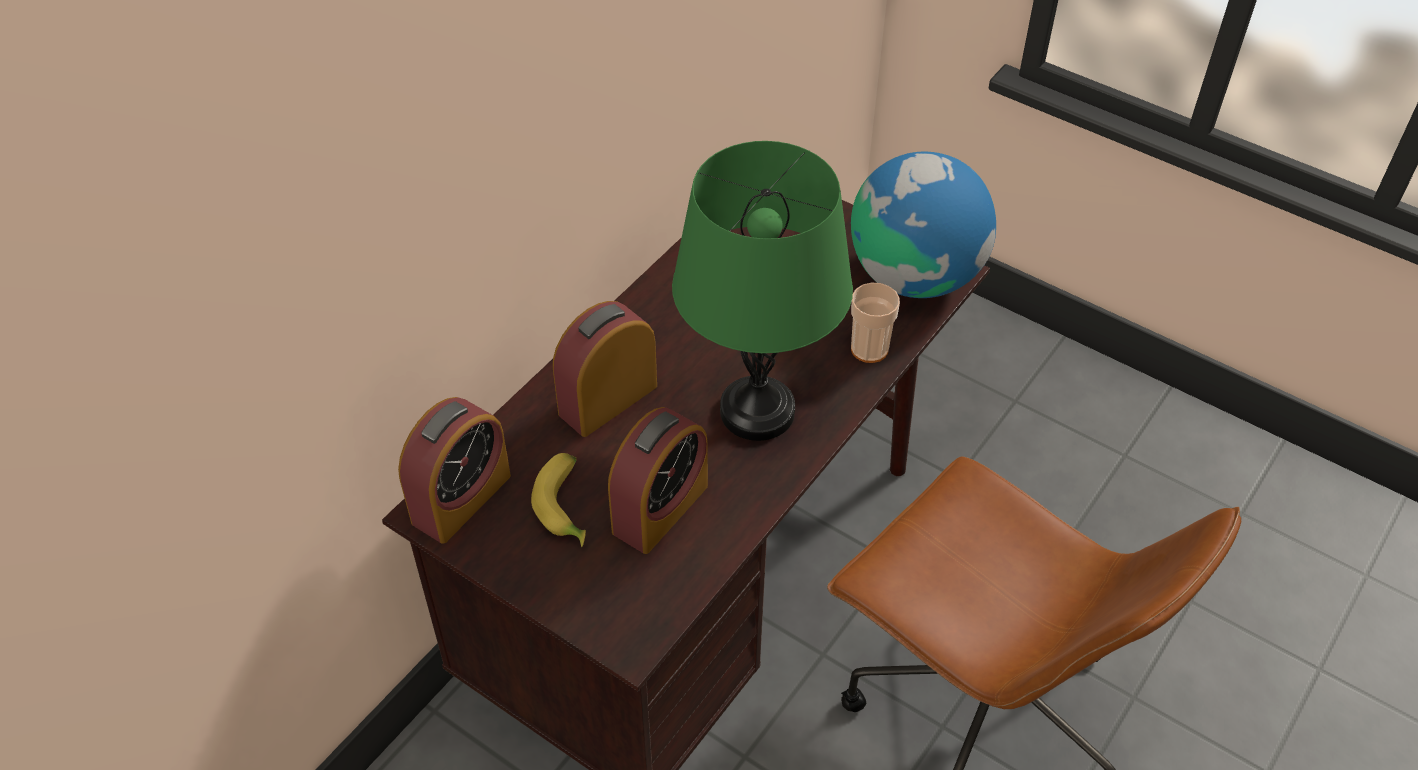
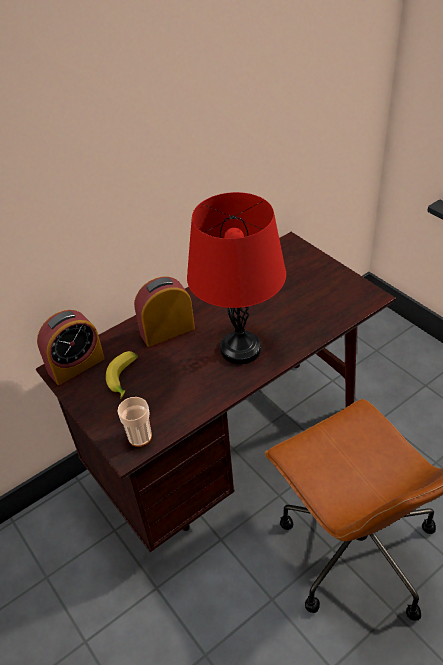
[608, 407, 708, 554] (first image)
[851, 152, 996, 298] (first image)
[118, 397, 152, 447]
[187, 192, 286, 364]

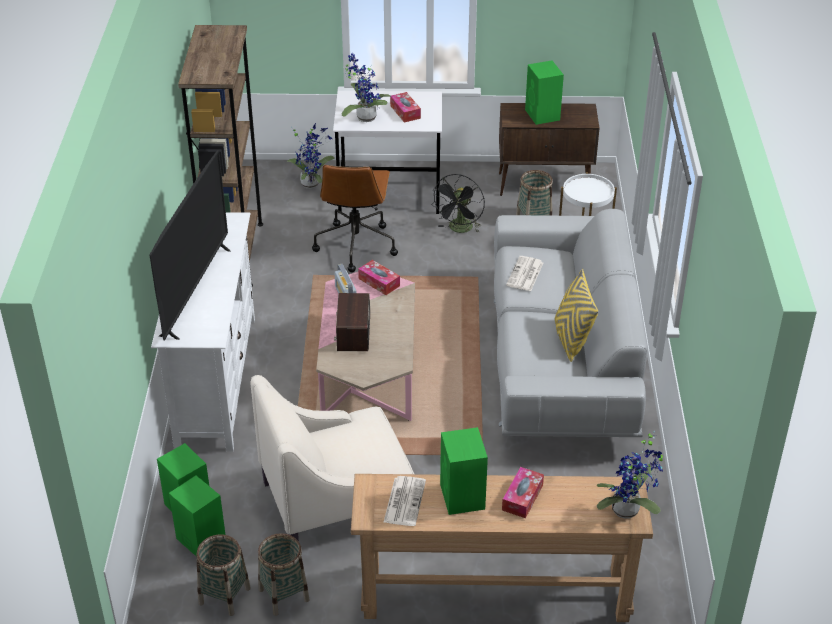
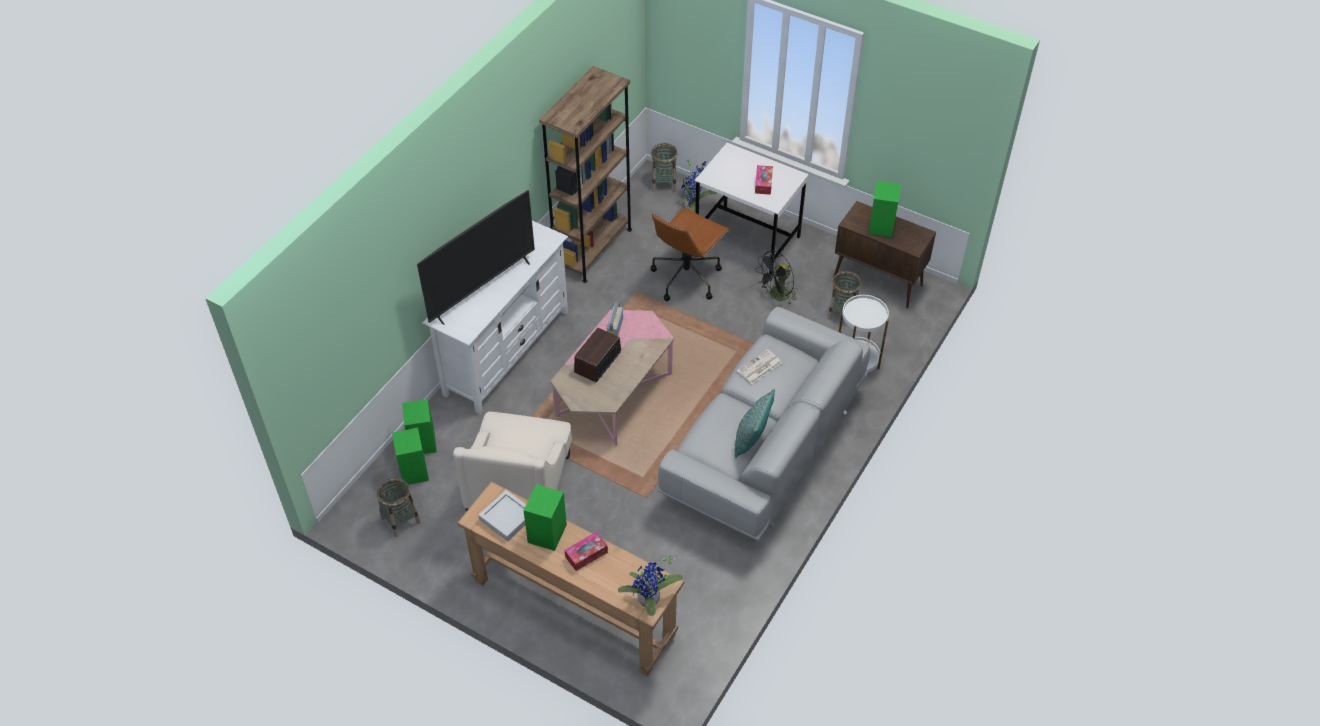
[342, 53, 391, 122] (first image)
[358, 260, 400, 295] (first image)
[651, 143, 678, 192]
[478, 490, 526, 541]
[734, 389, 775, 458]
[453, 412, 572, 512]

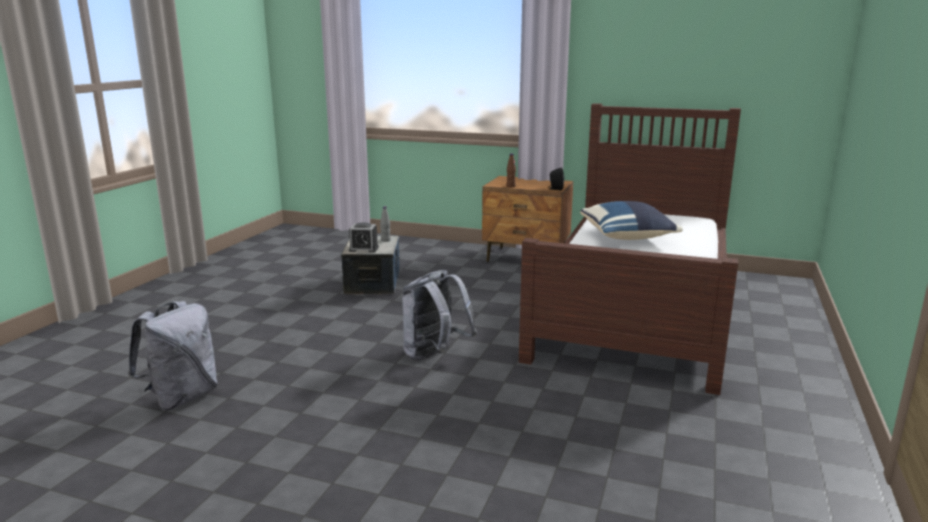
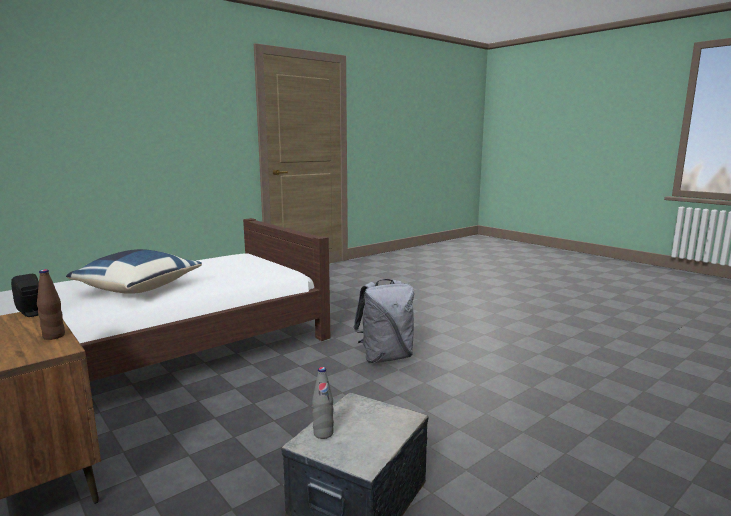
[128, 301, 218, 411] (first image)
[349, 222, 379, 253] (first image)

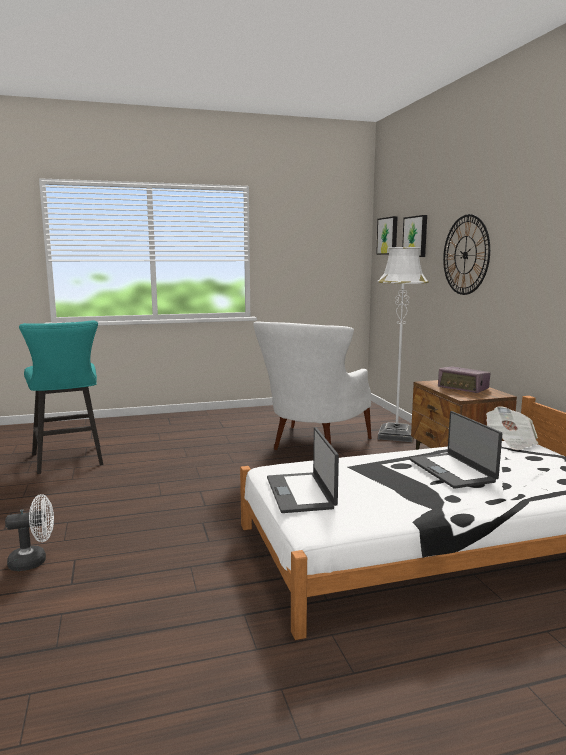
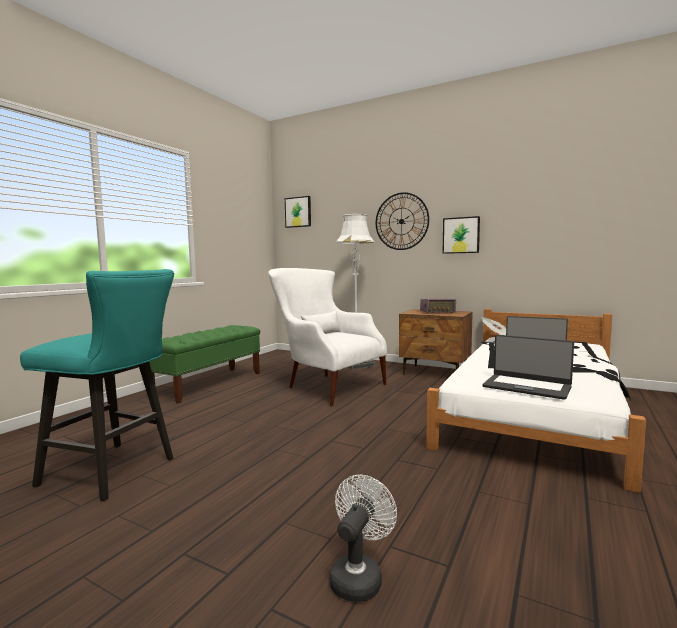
[149, 325, 260, 404]
[443, 216, 480, 254]
[268, 268, 387, 406]

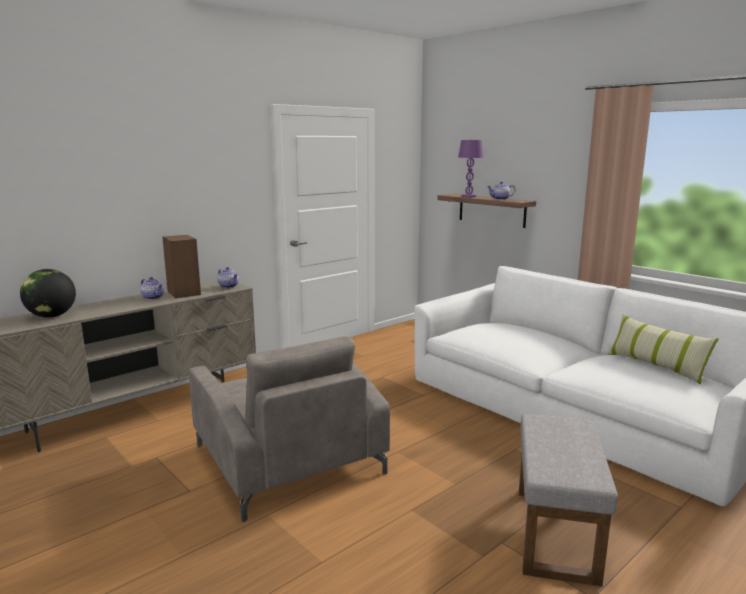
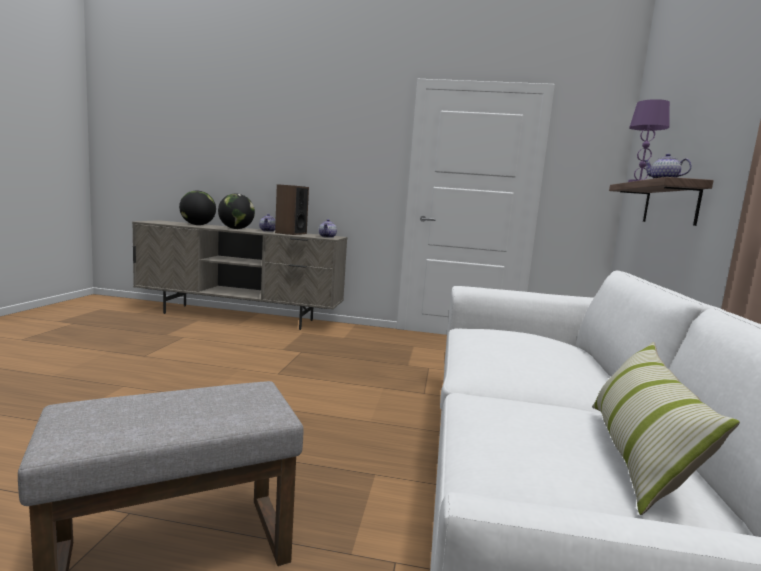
[189, 336, 390, 522] (first image)
[218, 194, 255, 229]

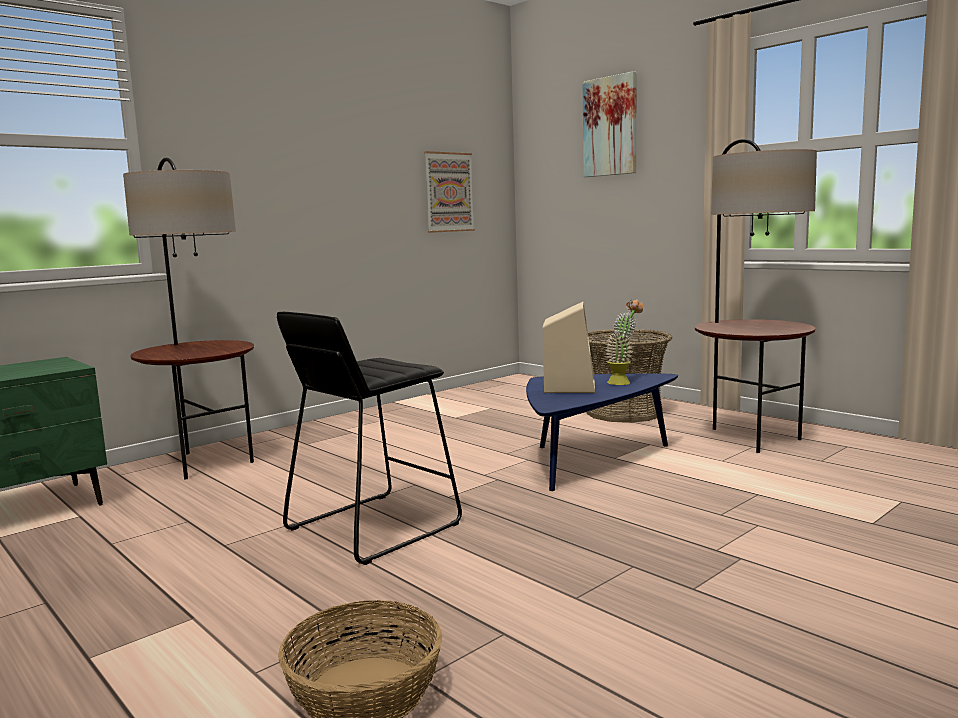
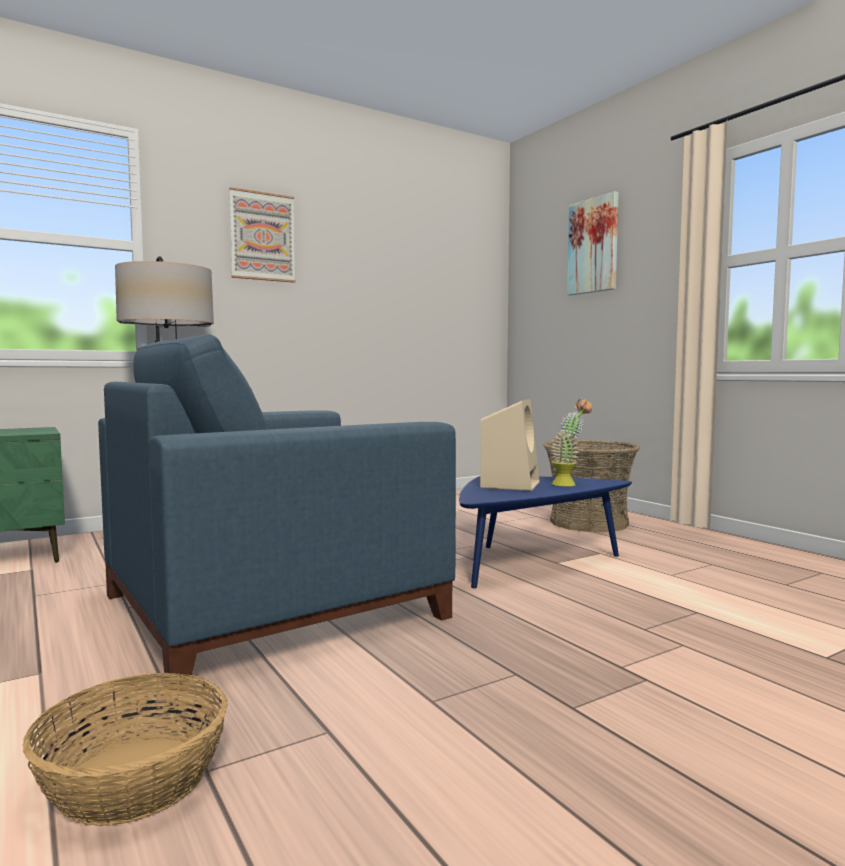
[695, 139, 817, 453] (first image)
[229, 187, 296, 283]
[98, 334, 456, 691]

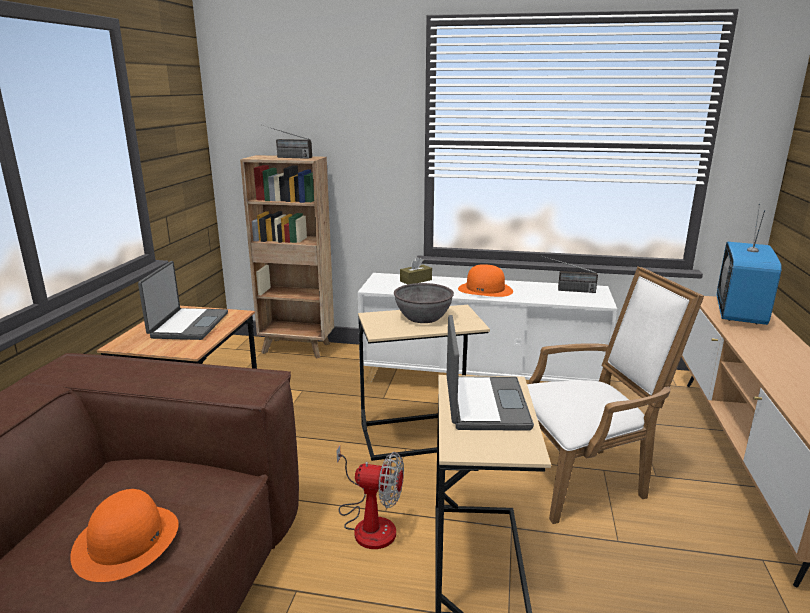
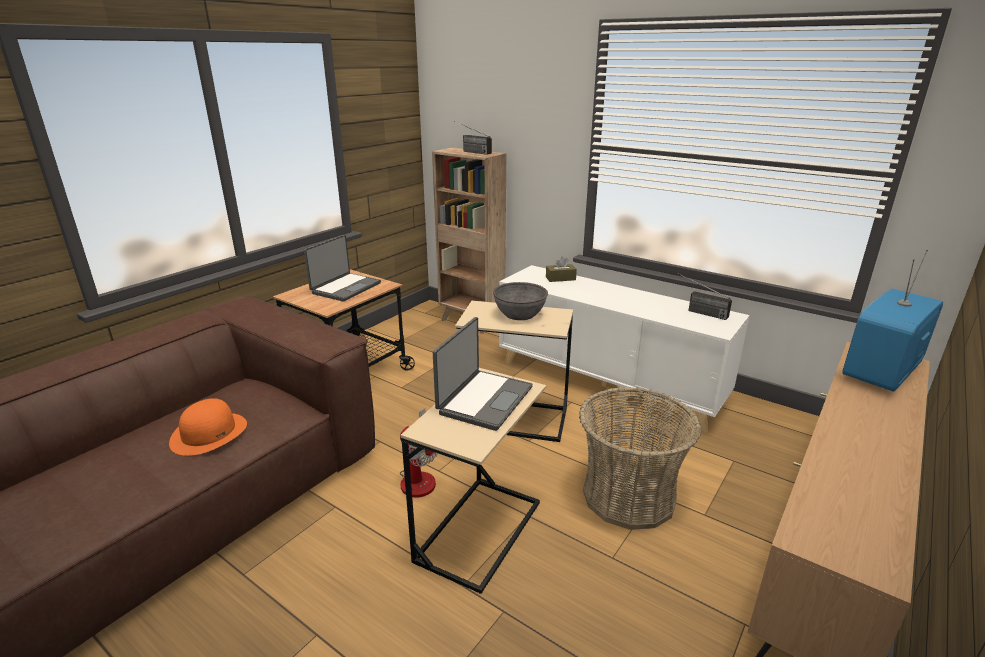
[458, 264, 513, 297] (first image)
[579, 387, 702, 530]

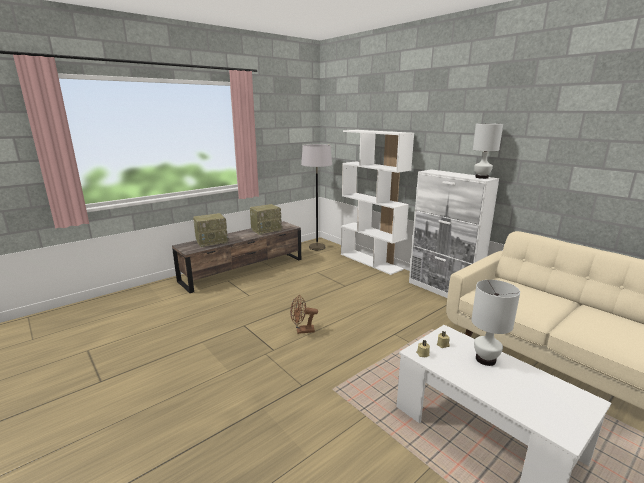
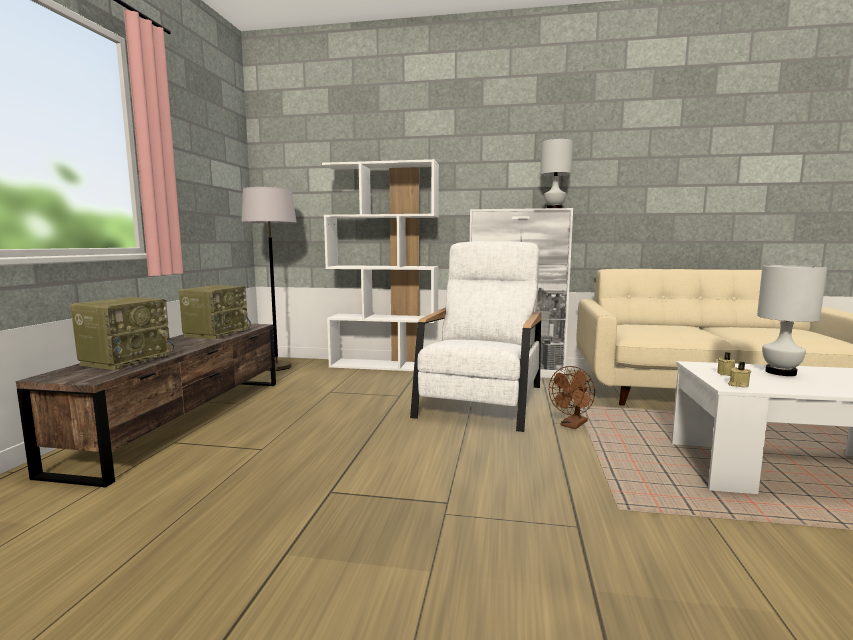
[410, 241, 541, 432]
[549, 366, 595, 429]

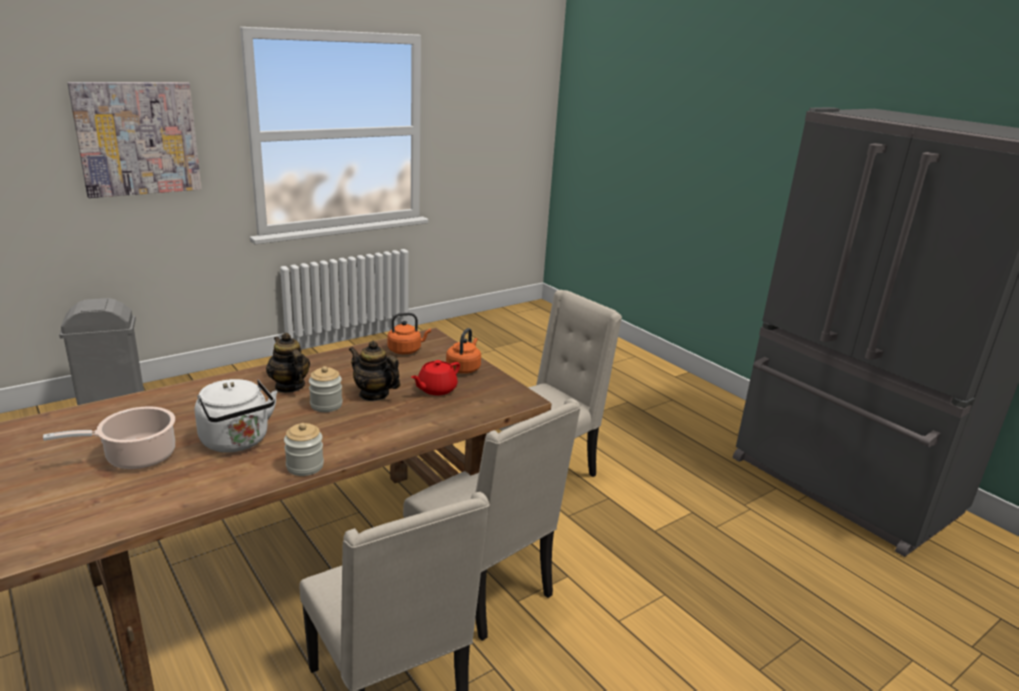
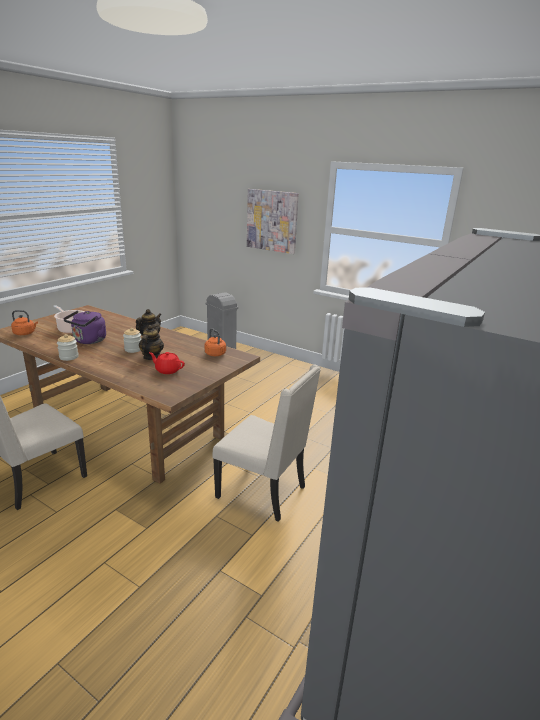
[403, 398, 581, 641] (first image)
[11, 310, 38, 335]
[63, 311, 106, 344]

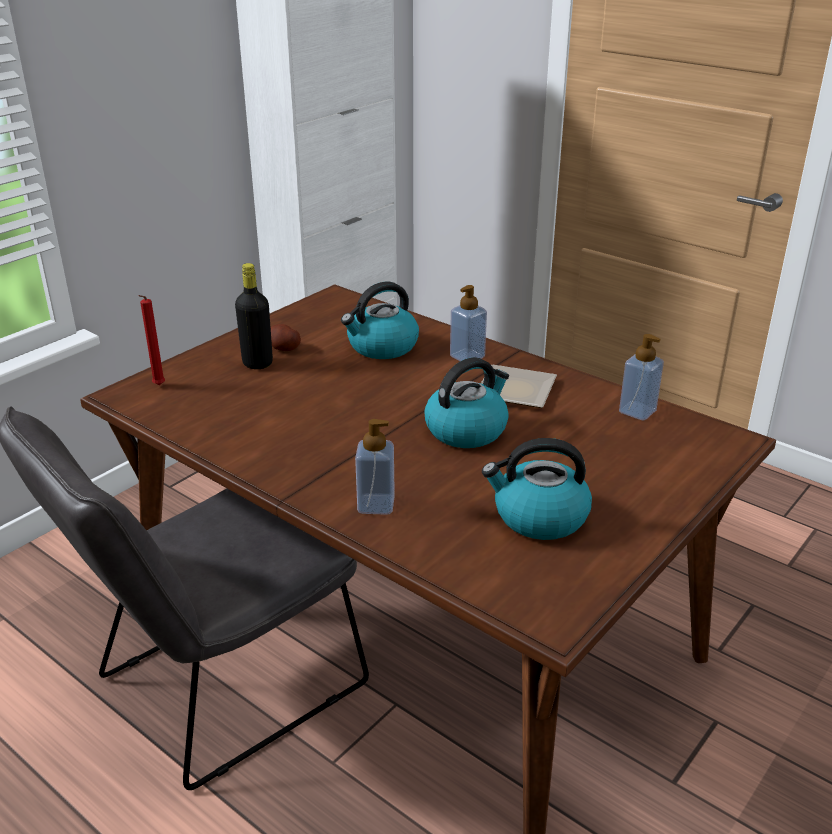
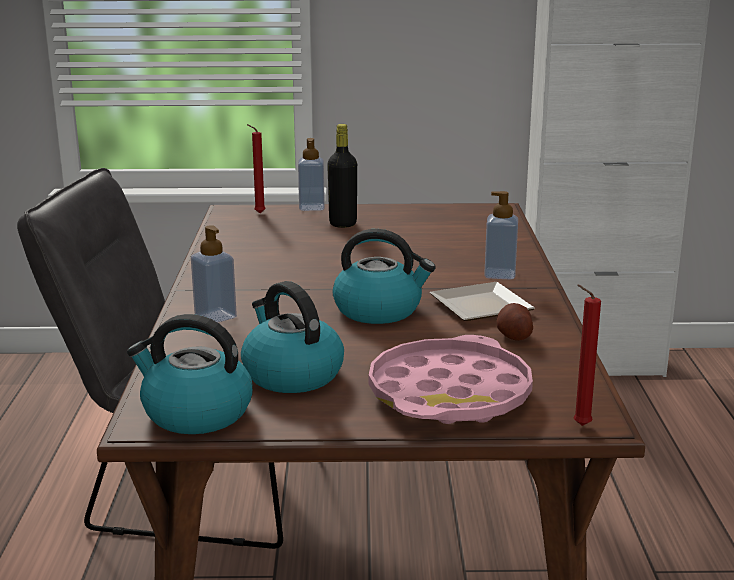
[369, 335, 533, 424]
[573, 285, 601, 426]
[496, 303, 533, 341]
[127, 314, 253, 434]
[298, 138, 325, 211]

